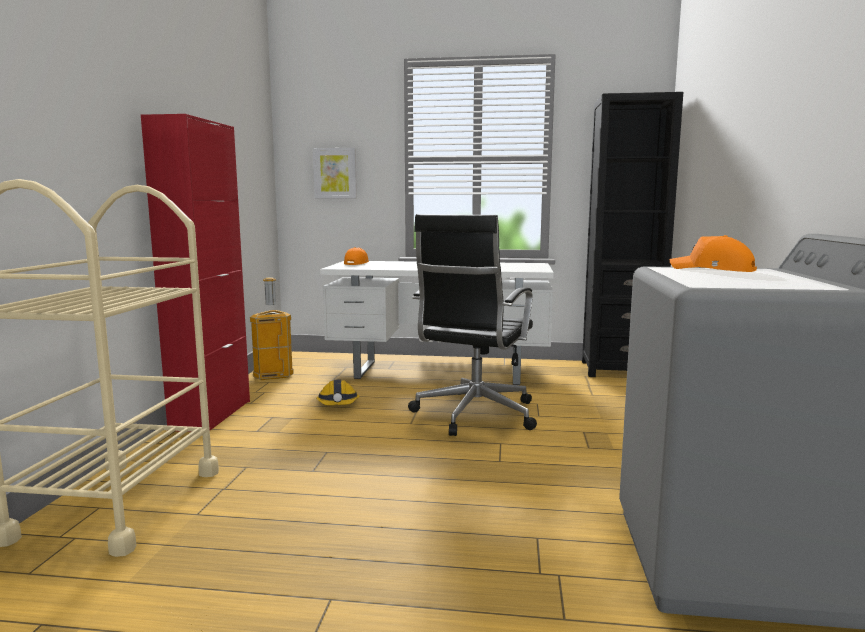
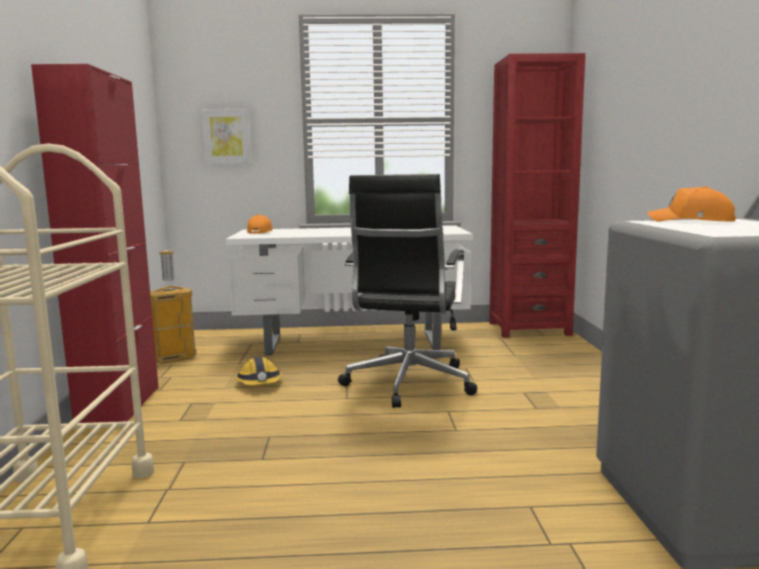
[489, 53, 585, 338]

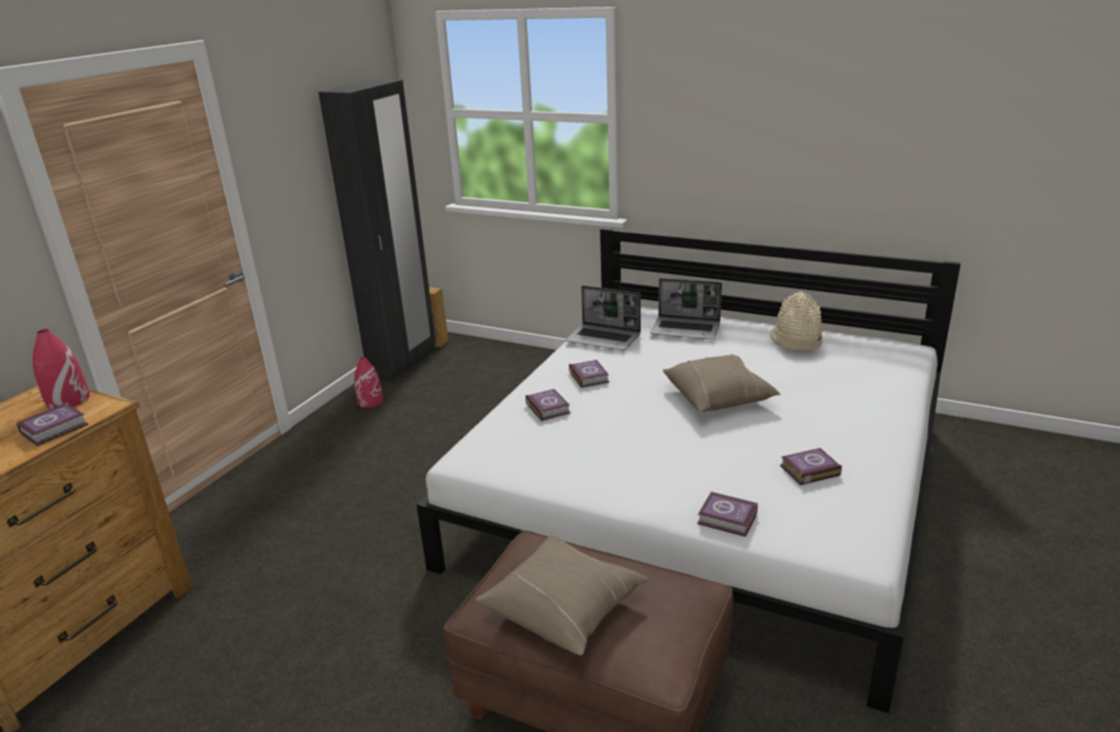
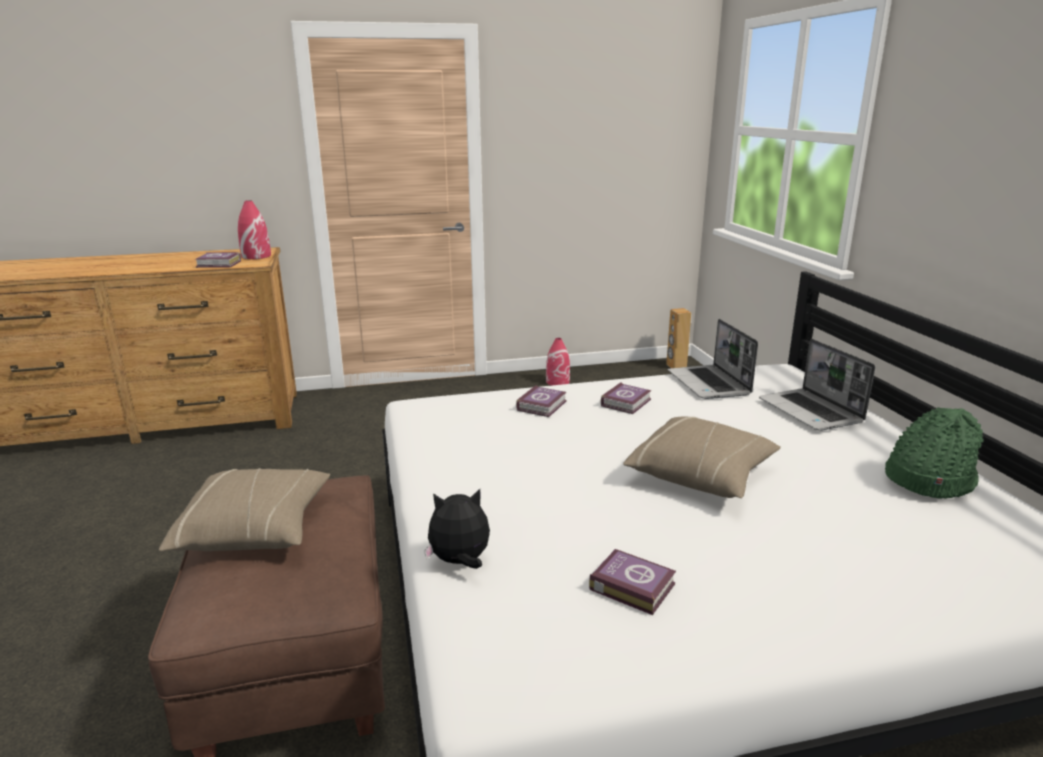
[318, 79, 436, 382] (first image)
[424, 489, 490, 569]
[885, 407, 984, 499]

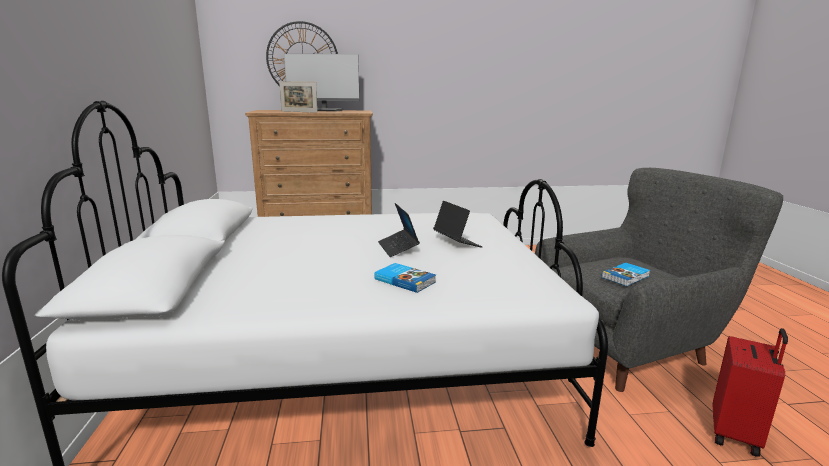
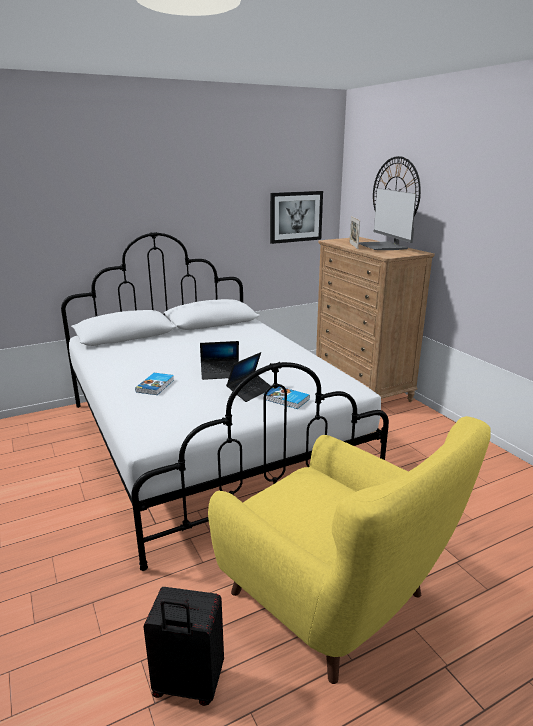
[270, 191, 323, 244]
[263, 386, 310, 409]
[208, 416, 491, 684]
[143, 587, 224, 706]
[200, 341, 239, 380]

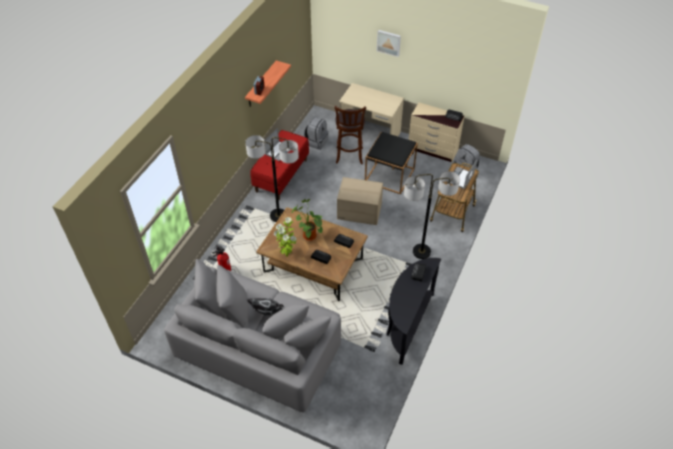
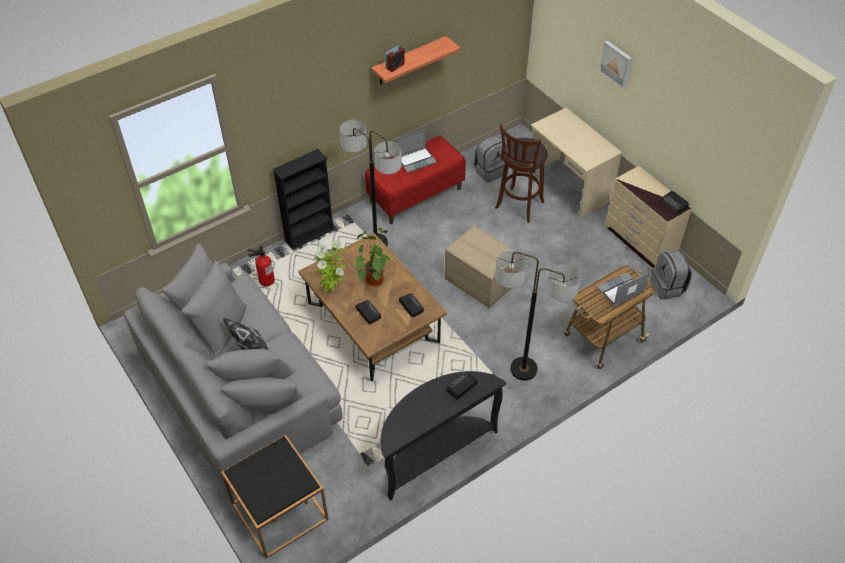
[273, 149, 335, 250]
[221, 435, 329, 559]

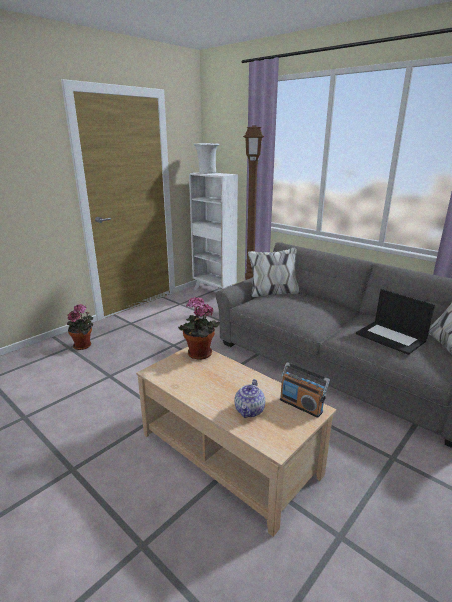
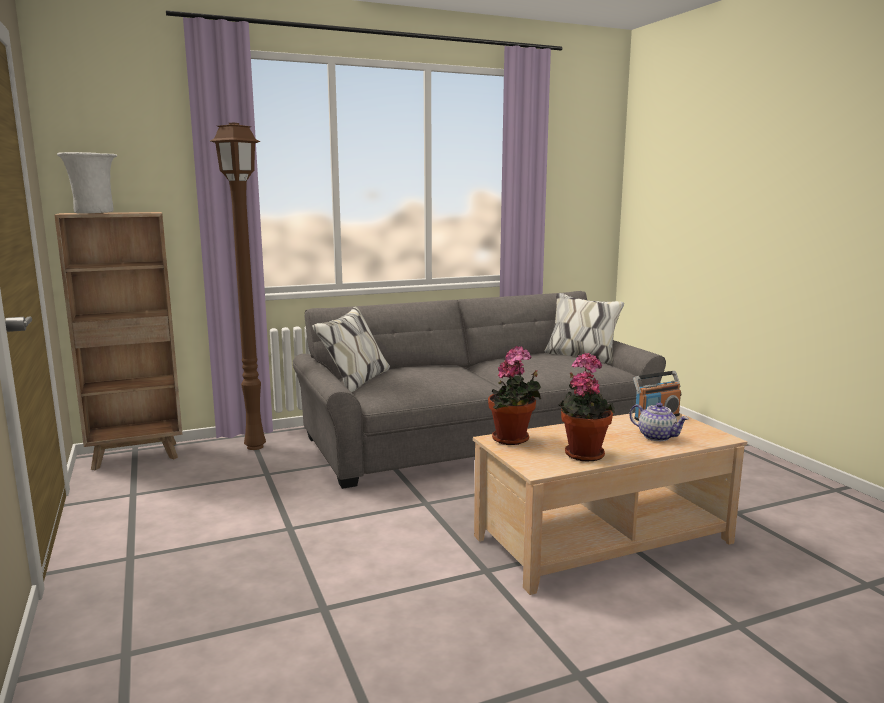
[356, 289, 435, 355] (first image)
[558, 353, 615, 461]
[54, 212, 183, 470]

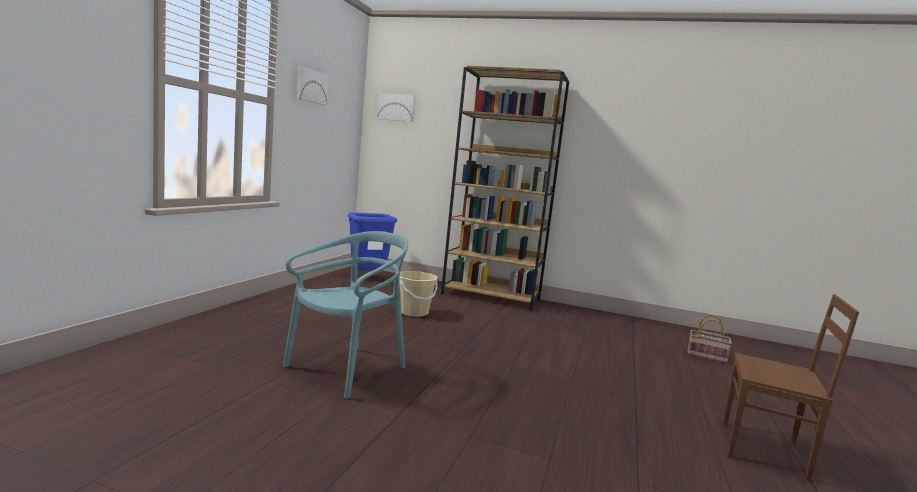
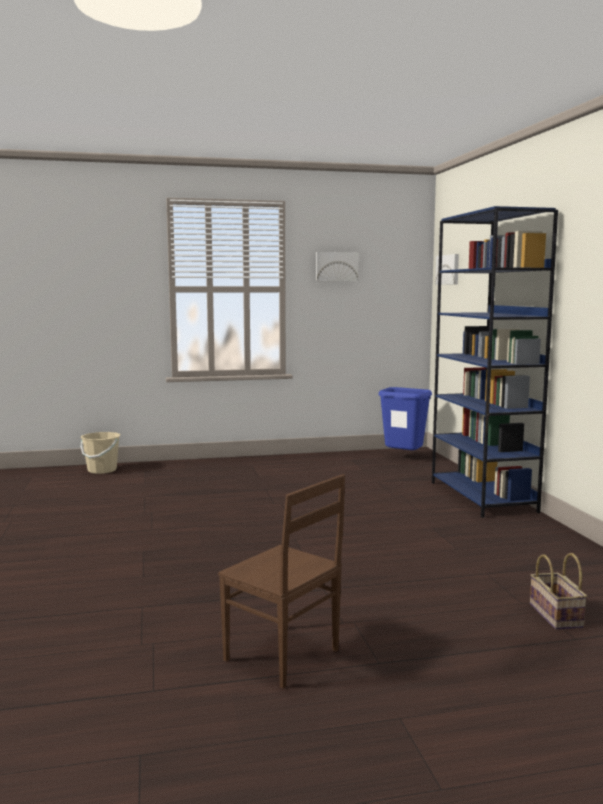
[283, 231, 408, 399] (first image)
[80, 432, 121, 474]
[432, 206, 558, 518]
[218, 474, 345, 688]

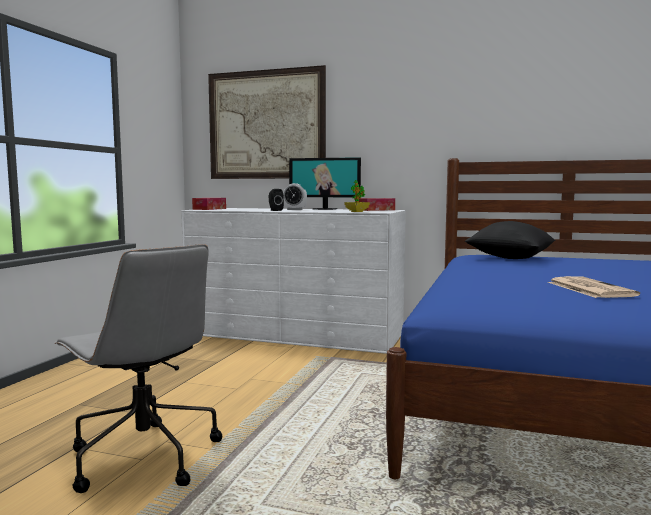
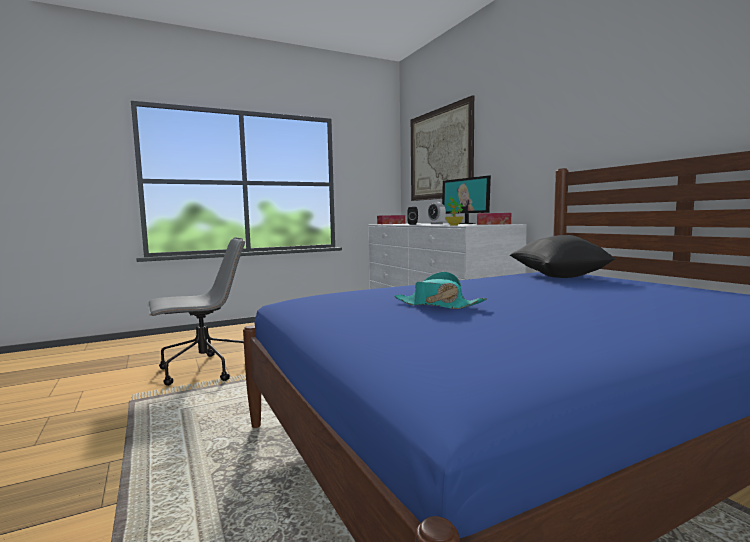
[394, 272, 487, 309]
[147, 238, 245, 386]

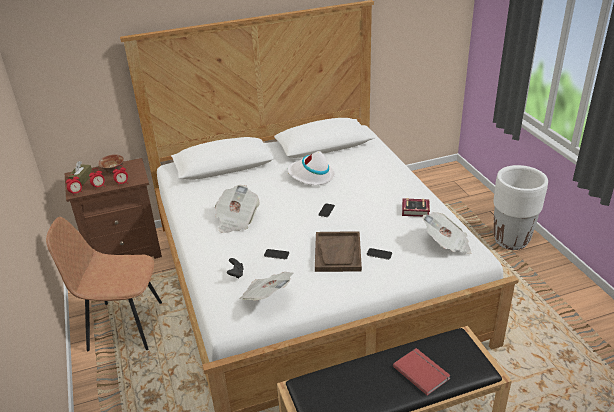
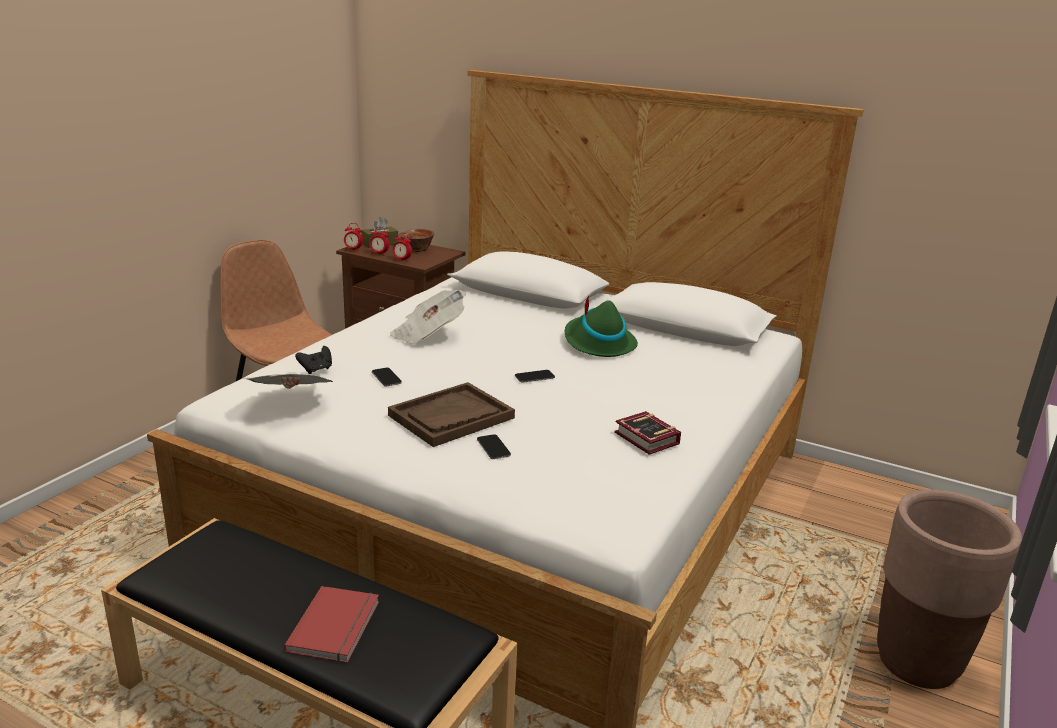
[423, 212, 471, 254] (first image)
[565, 295, 638, 357]
[877, 490, 1022, 689]

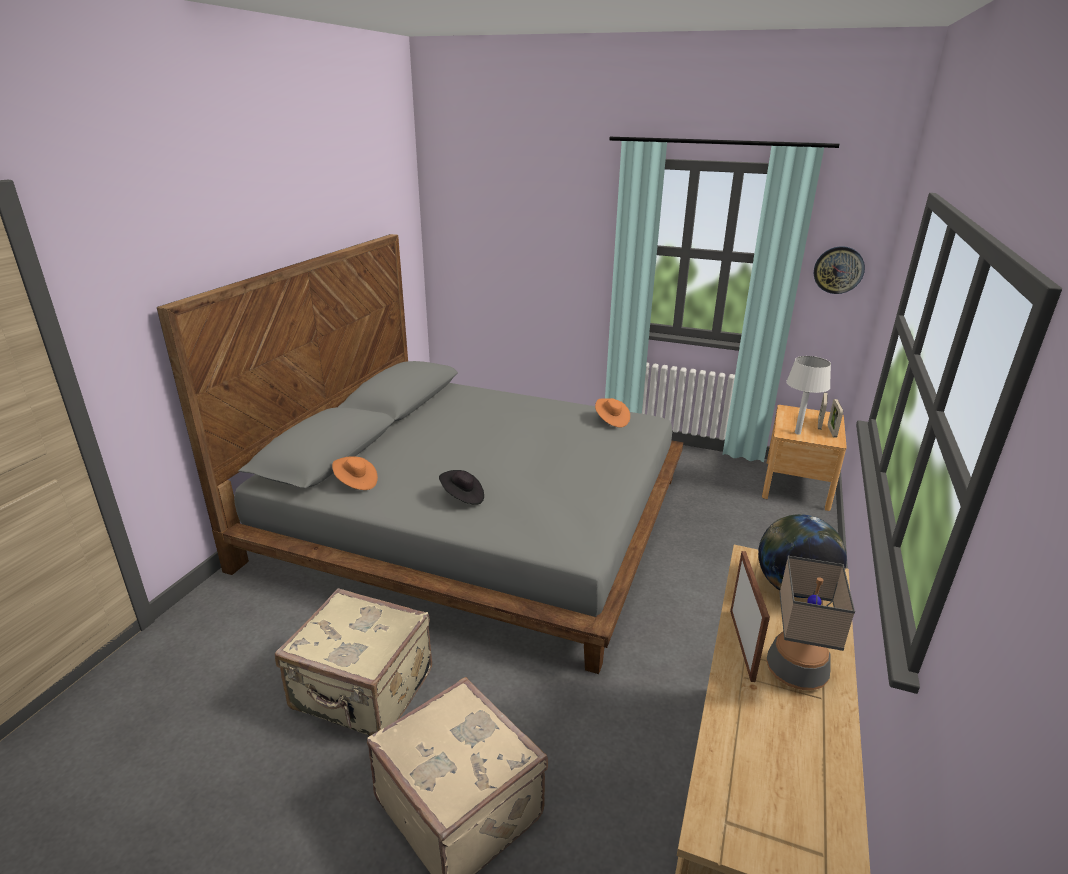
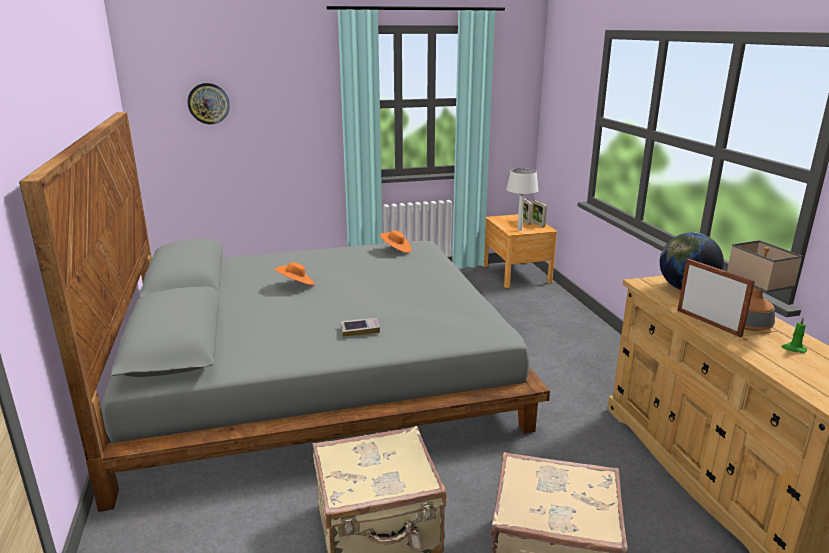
[781, 318, 807, 353]
[275, 262, 315, 285]
[188, 83, 230, 124]
[341, 318, 380, 337]

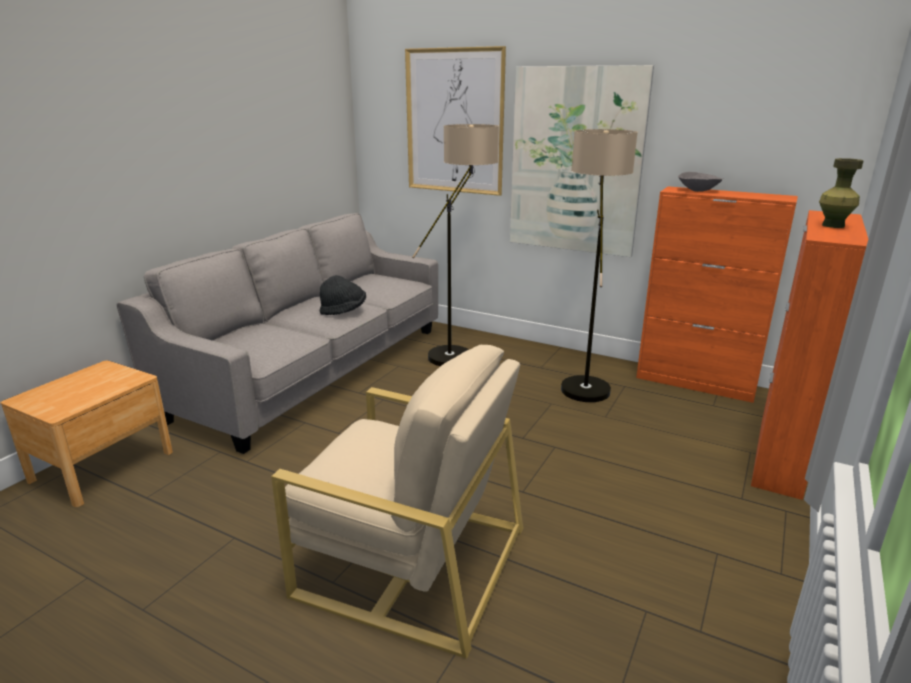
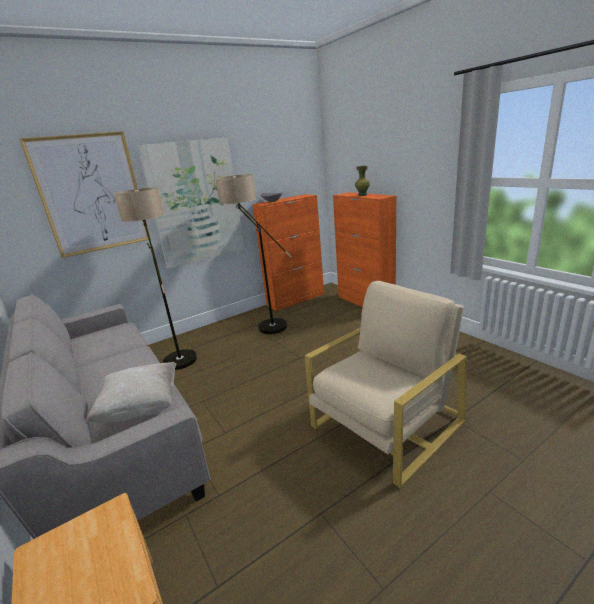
[320, 275, 366, 315] (first image)
[86, 362, 176, 423]

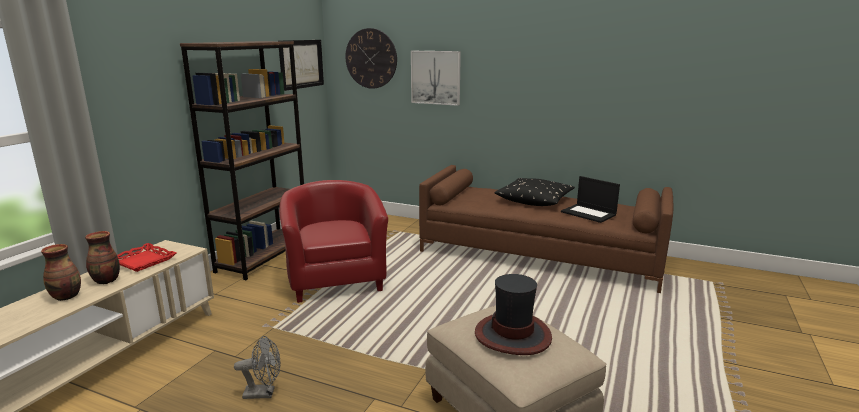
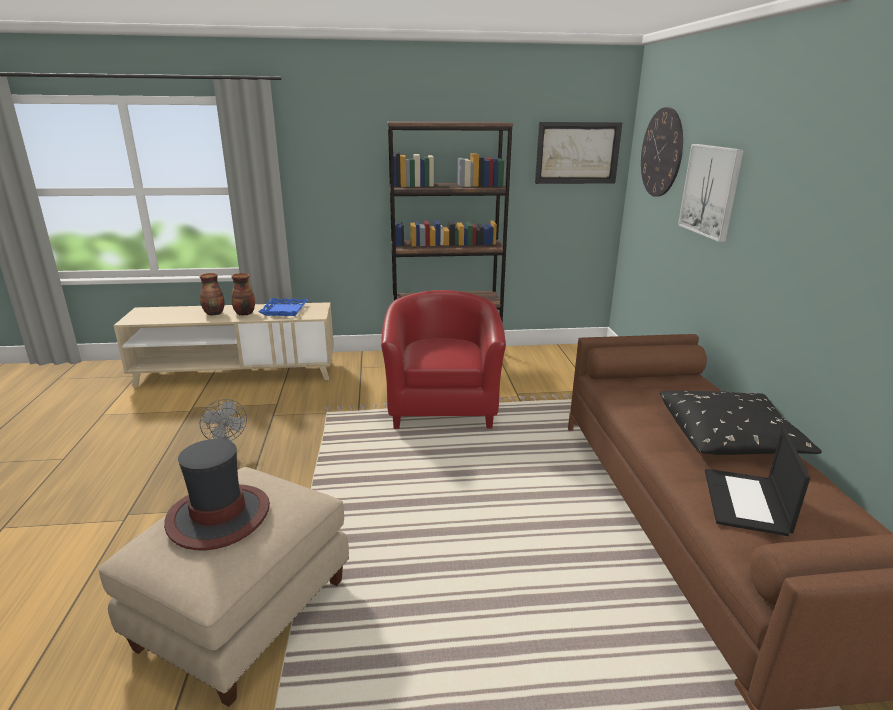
[259, 298, 308, 316]
[381, 290, 506, 429]

